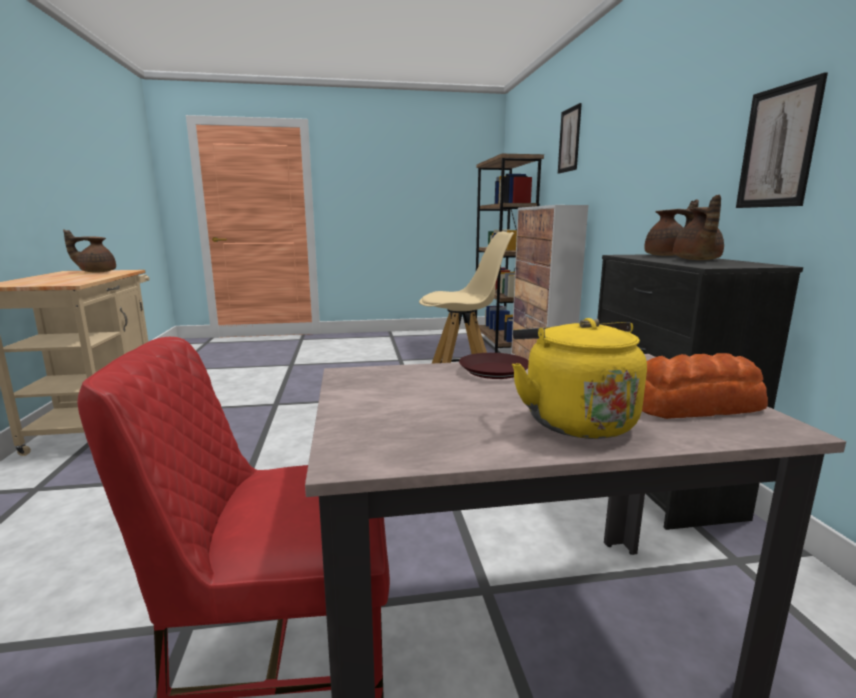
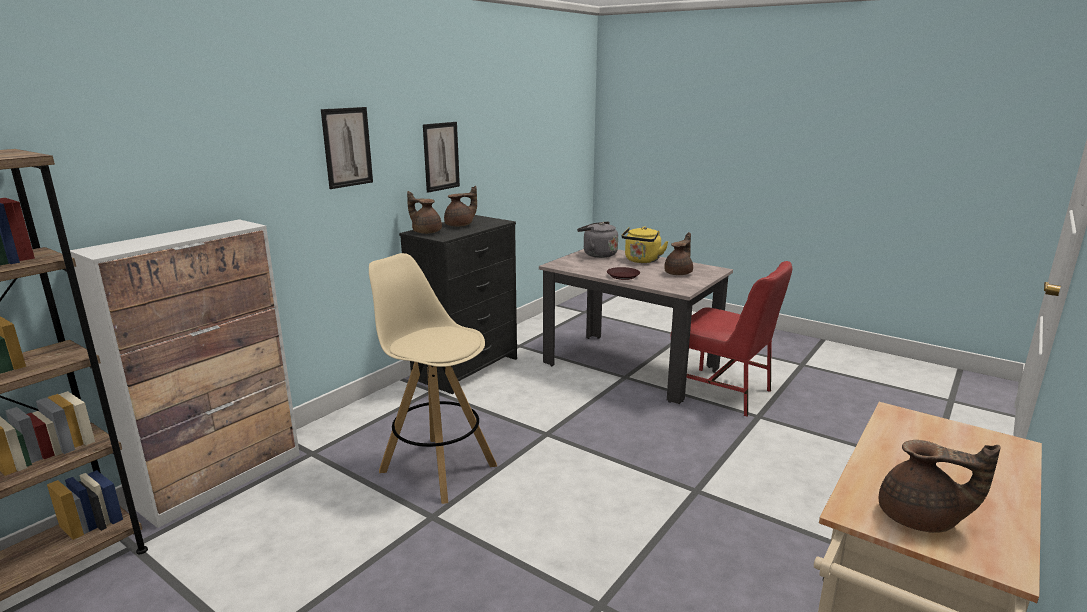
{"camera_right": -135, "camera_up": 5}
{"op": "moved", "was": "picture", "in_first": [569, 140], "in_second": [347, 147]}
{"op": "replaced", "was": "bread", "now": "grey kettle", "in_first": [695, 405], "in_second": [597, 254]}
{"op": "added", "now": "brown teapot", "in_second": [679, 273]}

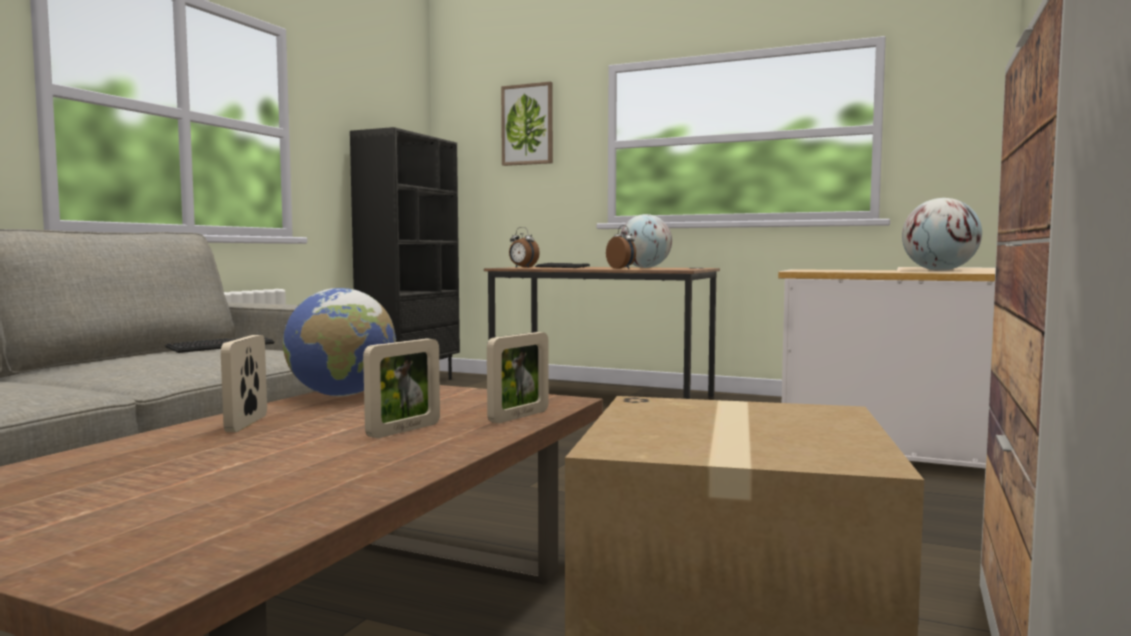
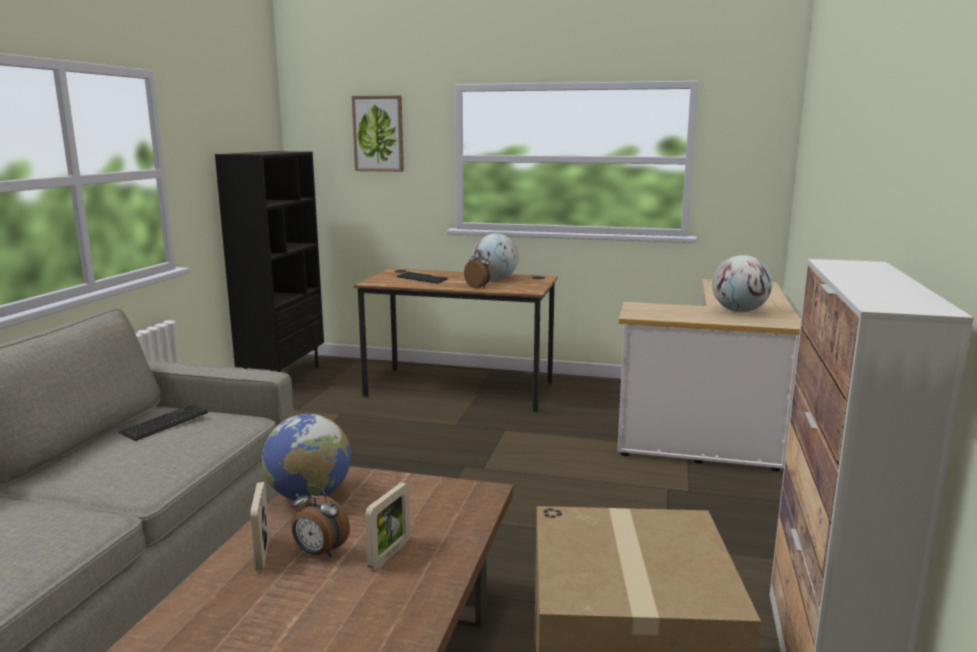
{"camera_right": -10, "camera_up": 10}
{"op": "moved", "was": "alarm clock", "in_first": [522, 267], "in_second": [319, 552]}
{"op": "removed", "was": "picture frame", "in_first": [519, 416]}

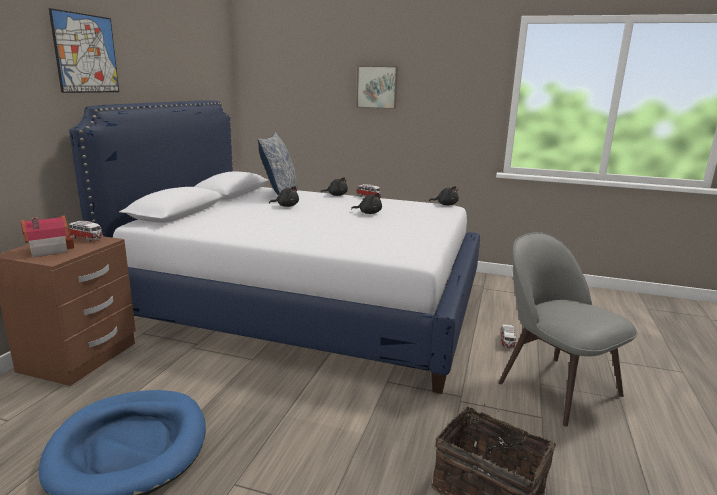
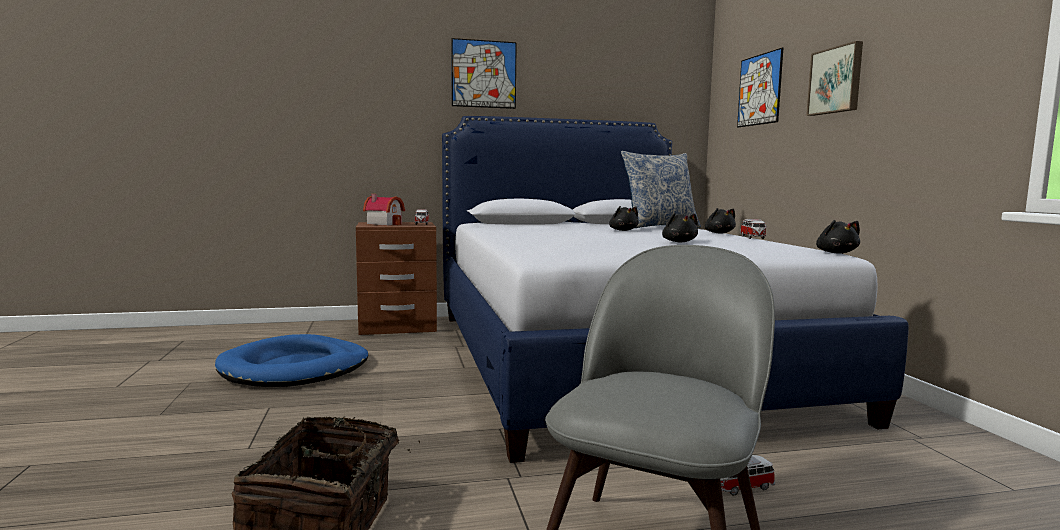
{"camera_right": 60, "camera_up": -10}
{"op": "added", "now": "picture", "in_second": [759, 90]}

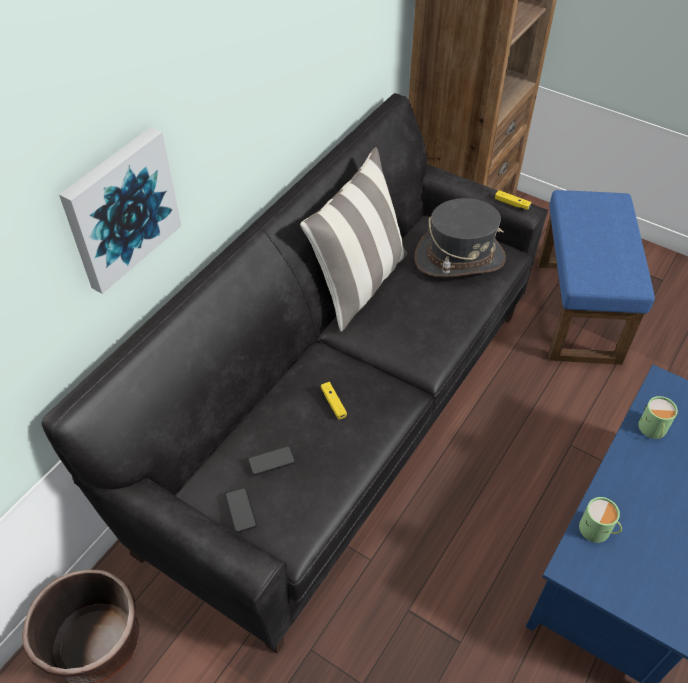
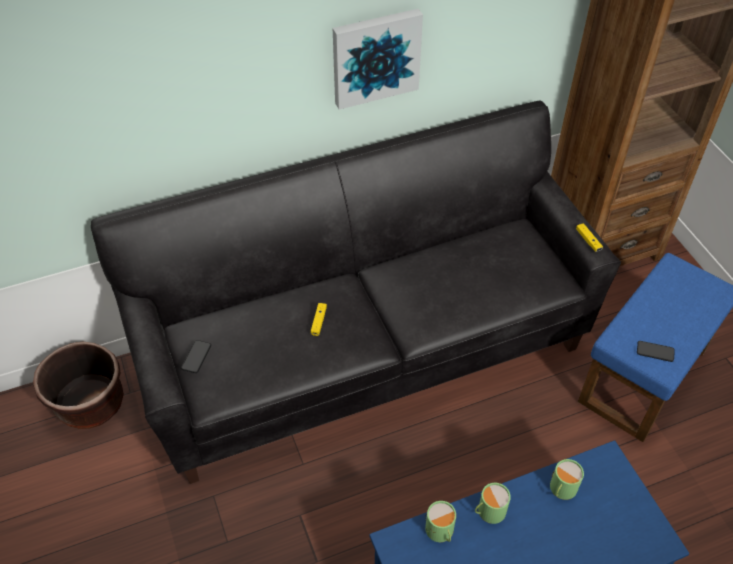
{"camera_right": 35, "camera_up": 0}
{"op": "moved", "was": "picture", "in_first": [120, 208], "in_second": [375, 57]}
{"op": "added", "now": "green mug", "in_second": [488, 511]}
{"op": "moved", "was": "phone", "in_first": [271, 461], "in_second": [655, 351]}
{"op": "removed", "was": "pillow", "in_first": [358, 283]}
{"op": "removed", "was": "grey hat", "in_first": [459, 258]}

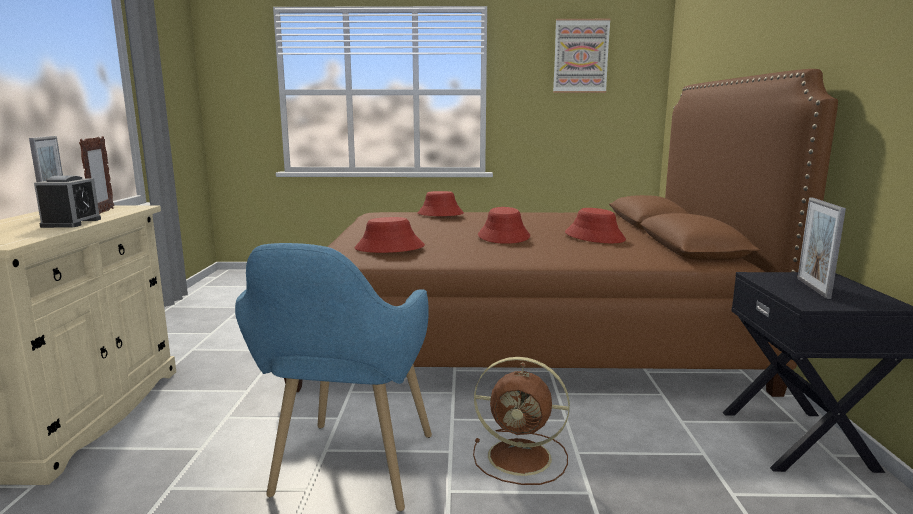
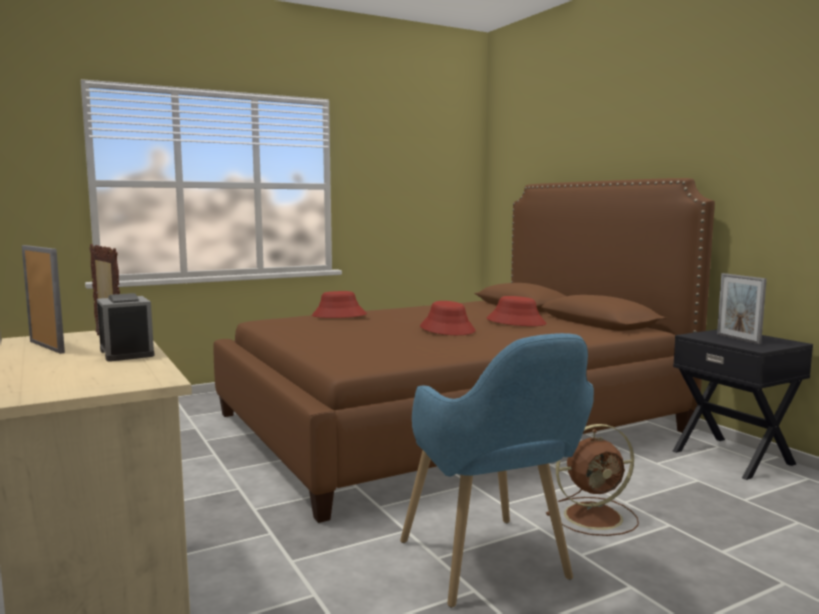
{"camera_right": -30, "camera_up": -5}
{"op": "removed", "was": "red hat", "in_first": [389, 248]}
{"op": "removed", "was": "picture", "in_first": [580, 56]}

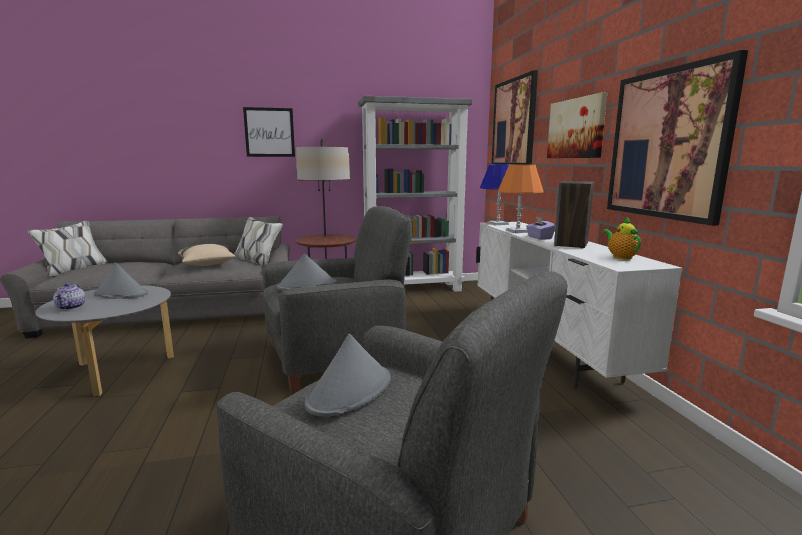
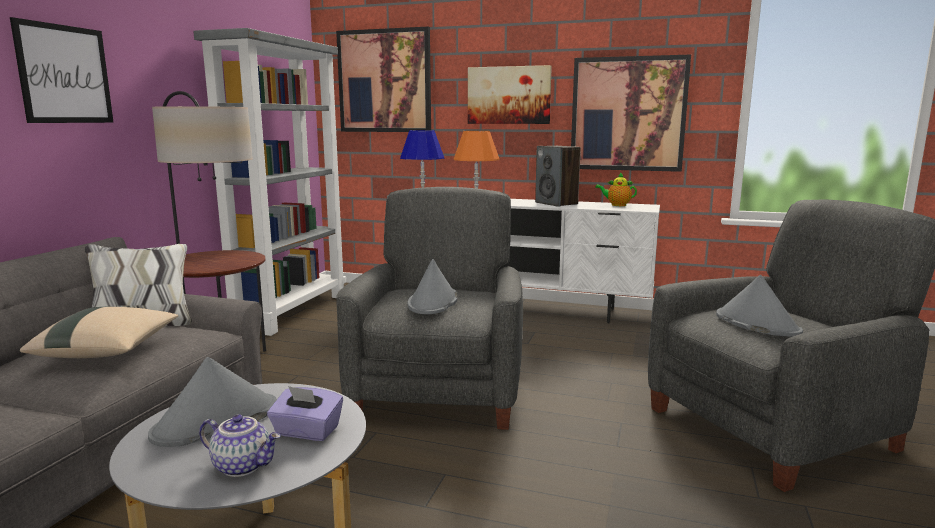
{"camera_right": -60, "camera_up": 0}
{"op": "moved", "was": "purple tissue box", "in_first": [539, 237], "in_second": [307, 431]}

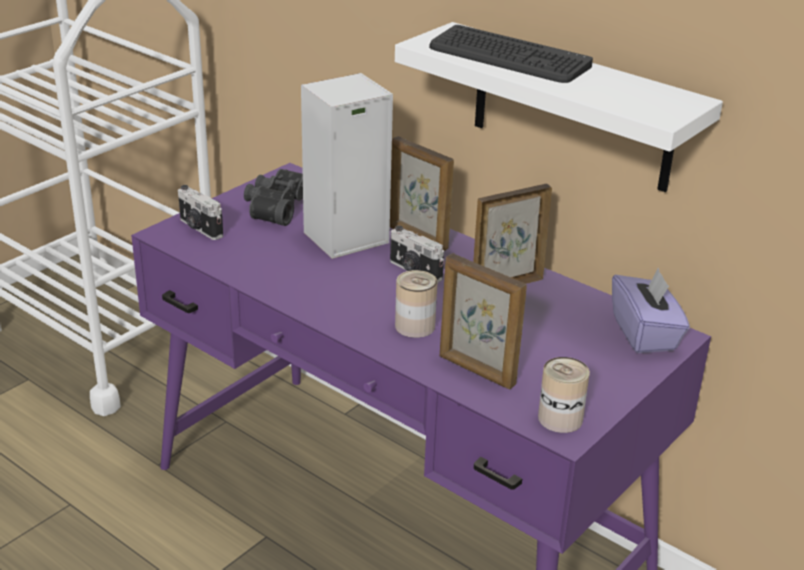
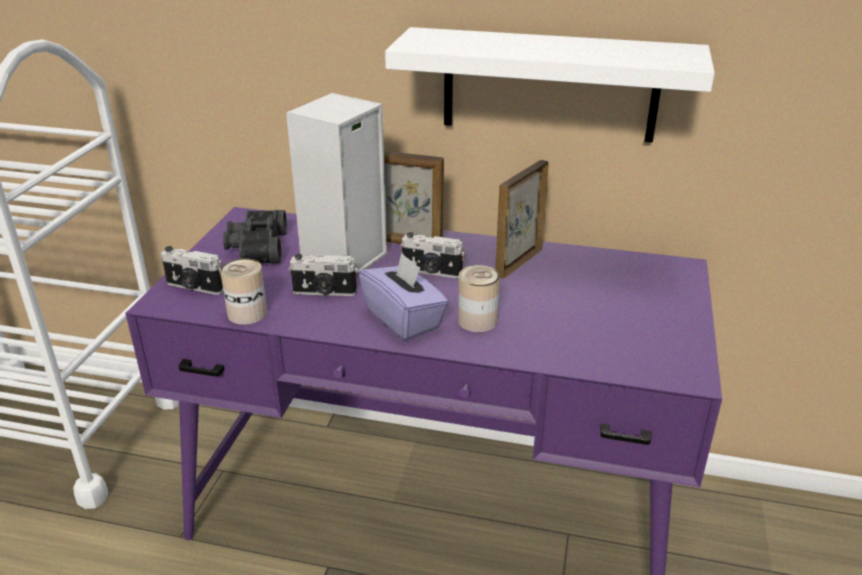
{"camera_right": -25, "camera_up": 0}
{"op": "moved", "was": "can", "in_first": [560, 418], "in_second": [247, 313]}
{"op": "added", "now": "photo camera", "in_second": [324, 292]}
{"op": "moved", "was": "purple tissue box", "in_first": [645, 333], "in_second": [404, 319]}
{"op": "removed", "was": "keyboard", "in_first": [508, 57]}
{"op": "removed", "was": "picture frame", "in_first": [476, 371]}

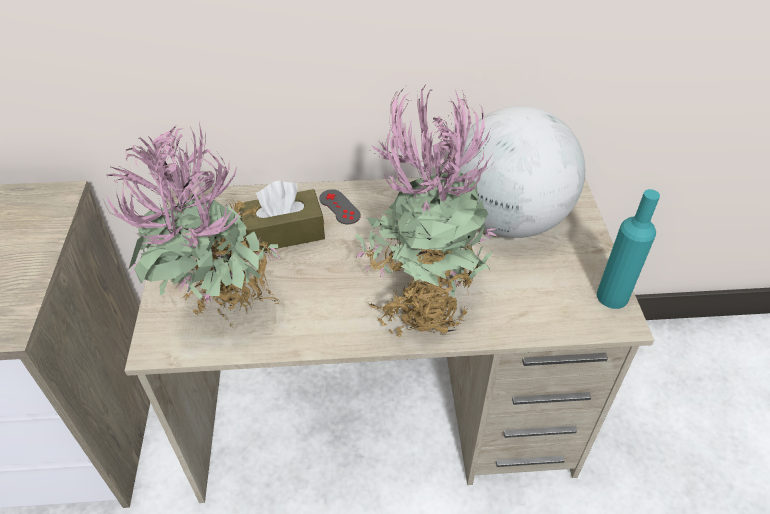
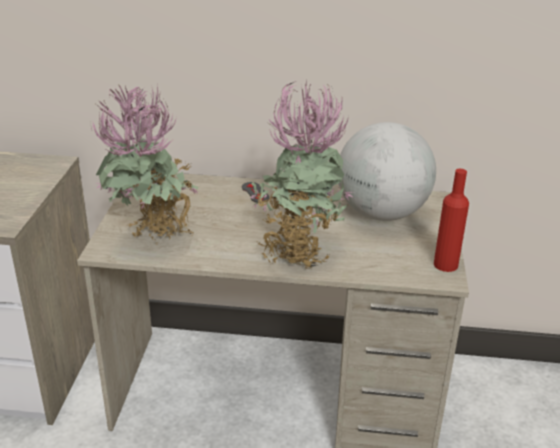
{"camera_right": 10, "camera_up": -15}
{"op": "recoloured", "was": "turquoise bottle", "now": "red bottle", "in_first": [612, 296], "in_second": [445, 264]}
{"op": "removed", "was": "brown tissue box", "in_first": [283, 233]}

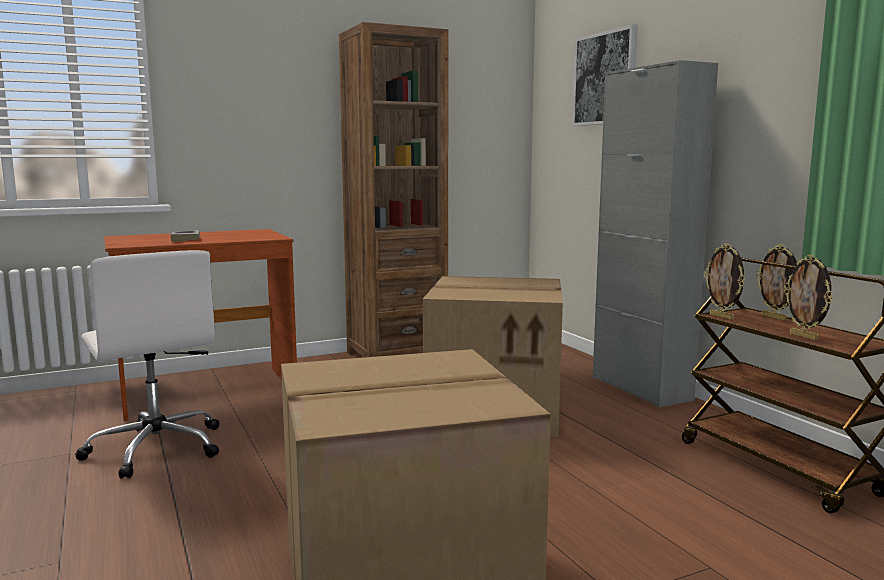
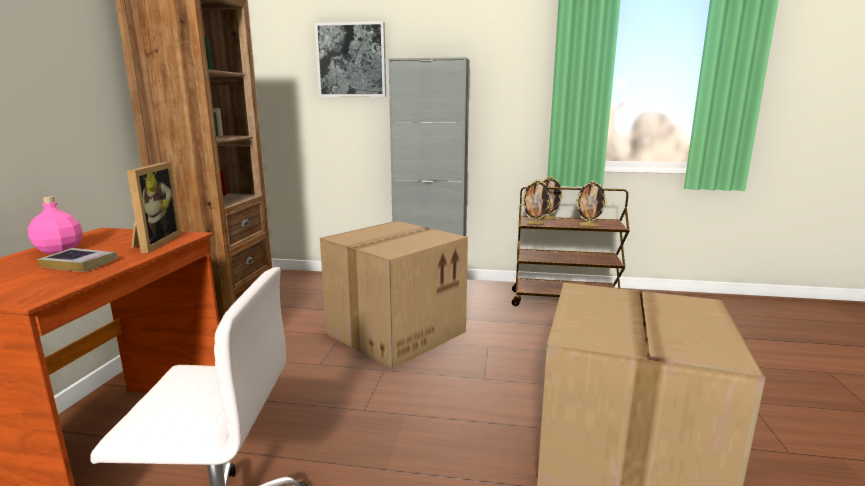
{"camera_right": -55, "camera_up": 5}
{"op": "added", "now": "pink bottle", "in_second": [59, 250]}
{"op": "added", "now": "picture frame", "in_second": [153, 243]}

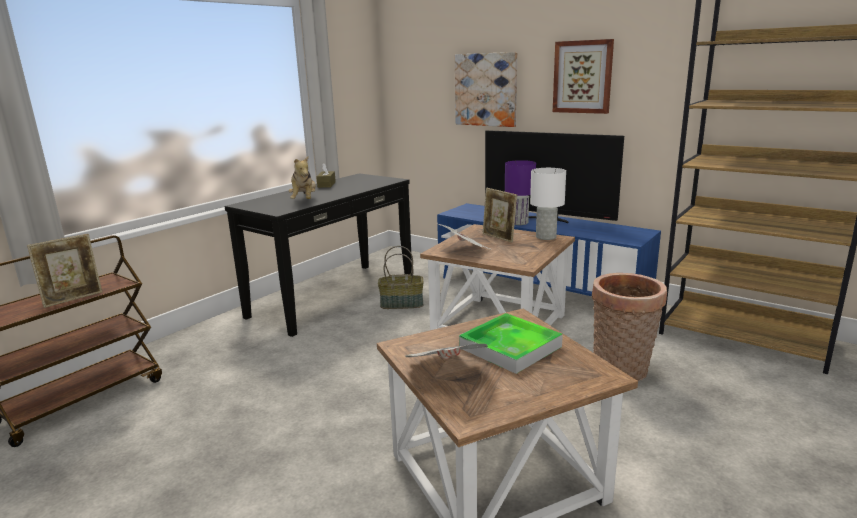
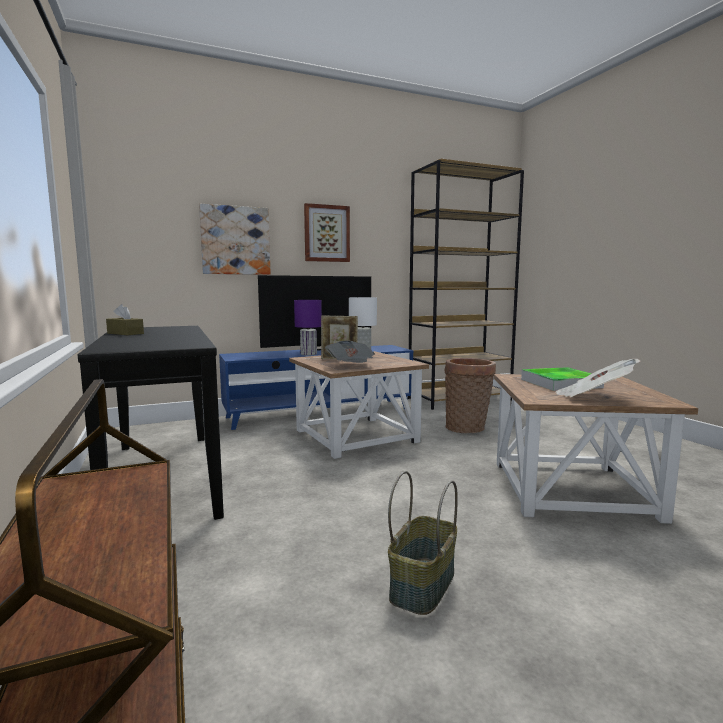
{"camera_right": -60, "camera_up": -10}
{"op": "moved", "was": "basket", "in_first": [402, 303], "in_second": [421, 584]}
{"op": "removed", "was": "picture frame", "in_first": [73, 299]}
{"op": "removed", "was": "plush toy", "in_first": [304, 200]}

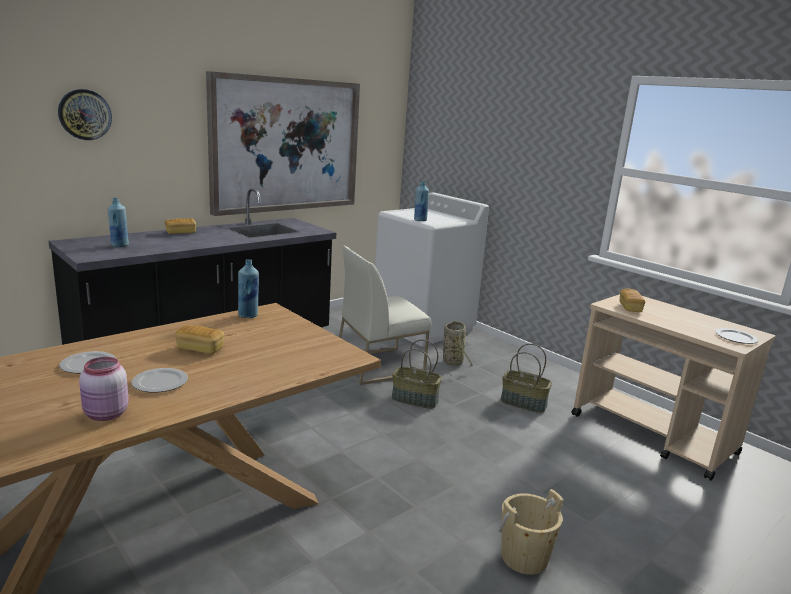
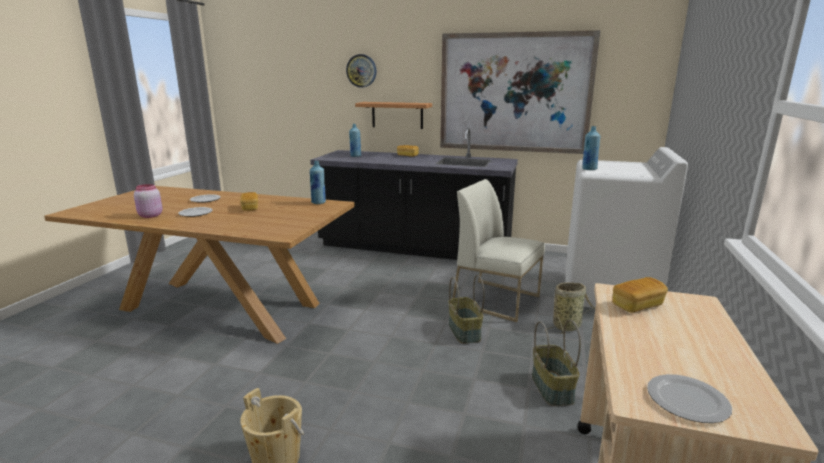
{"camera_right": 60, "camera_up": 0}
{"op": "added", "now": "shelf", "in_second": [397, 115]}

